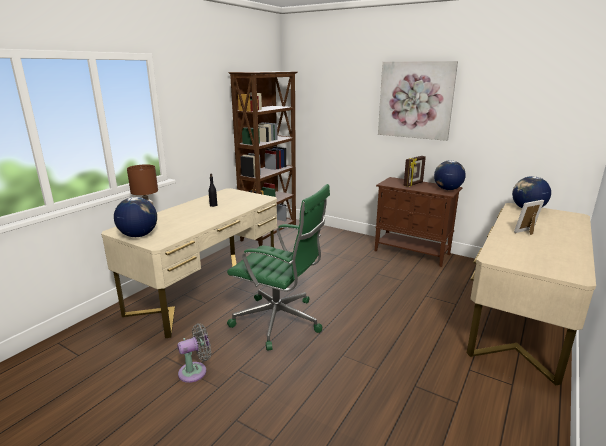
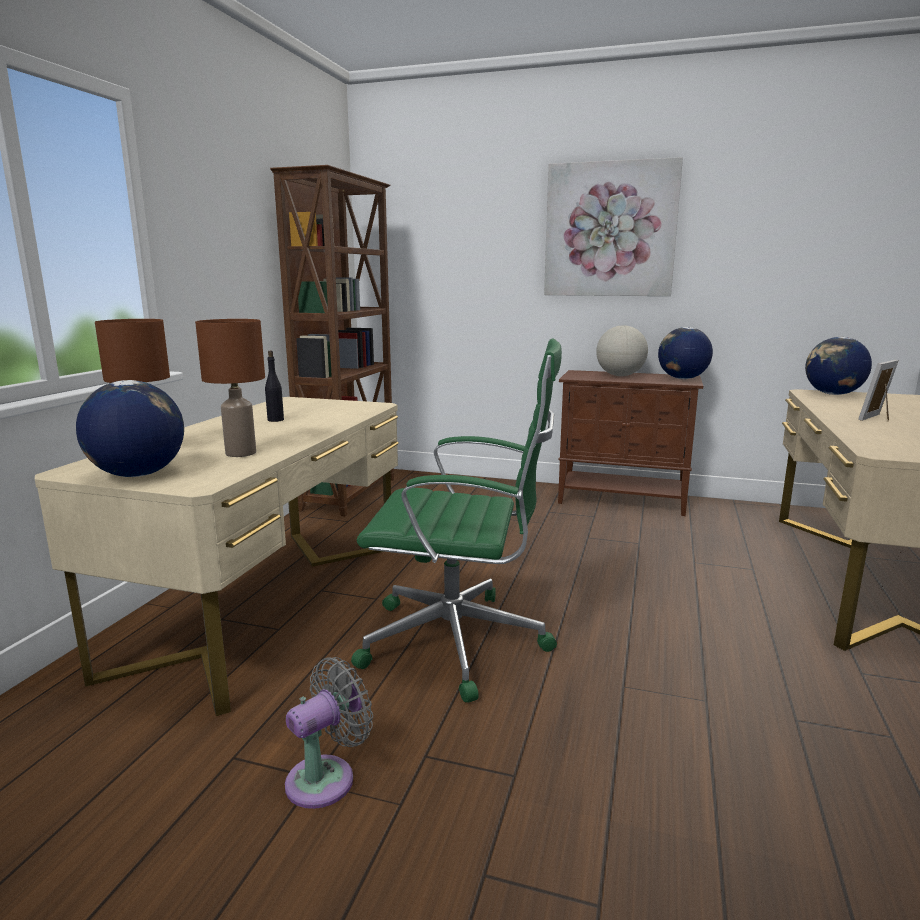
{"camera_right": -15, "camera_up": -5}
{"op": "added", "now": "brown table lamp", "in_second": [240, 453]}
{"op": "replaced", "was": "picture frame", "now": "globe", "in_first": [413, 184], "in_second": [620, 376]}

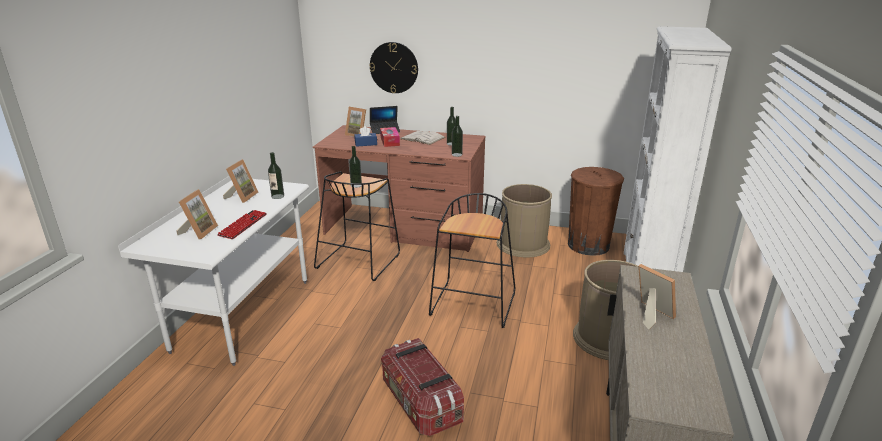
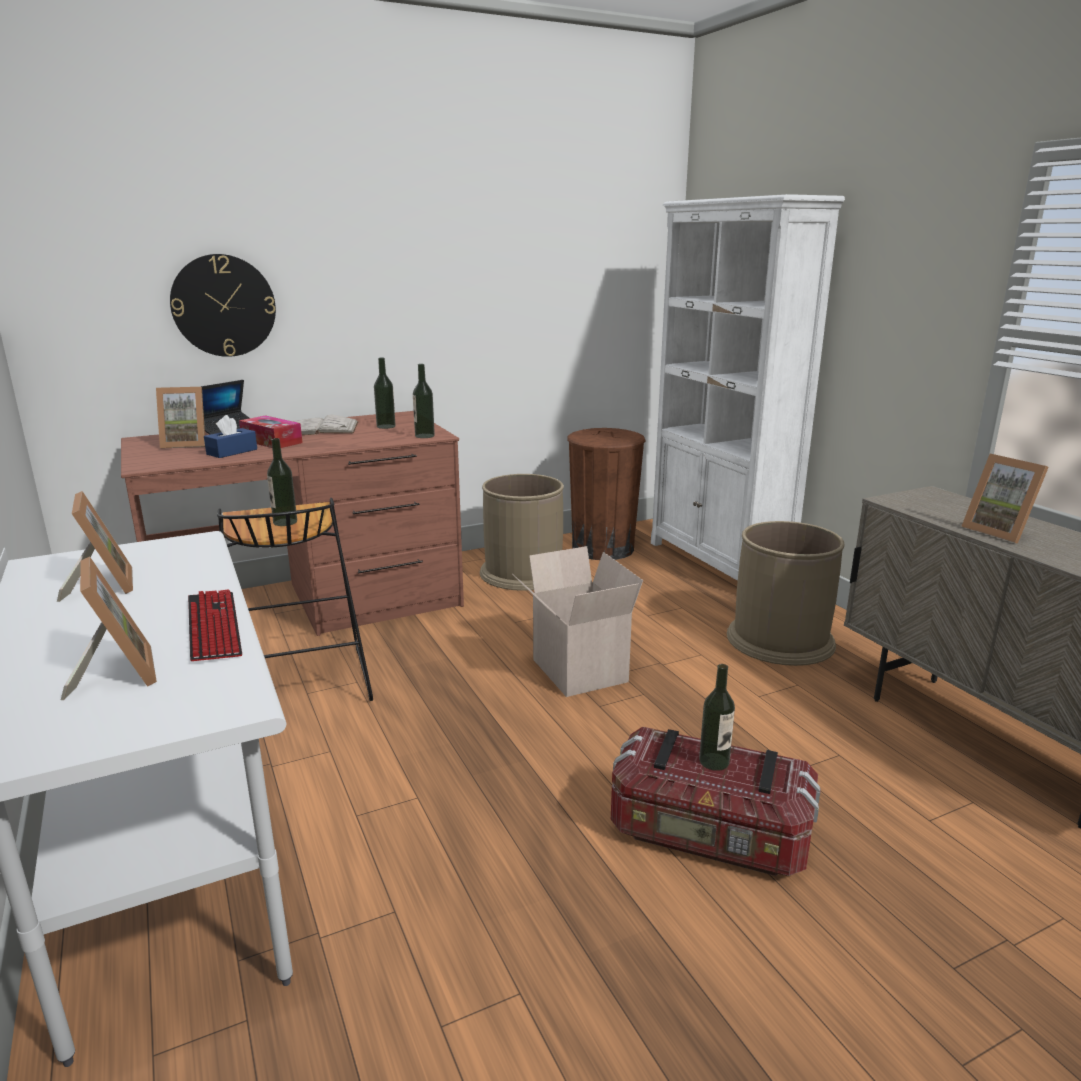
{"camera_right": -40, "camera_up": -5}
{"op": "replaced", "was": "black stool", "now": "cardboard box", "in_first": [474, 305], "in_second": [576, 670]}
{"op": "moved", "was": "bottle", "in_first": [277, 196], "in_second": [714, 761]}
{"op": "turned", "was": "picture frame", "in_first": [650, 315], "in_second": [999, 531], "clockwise": -135}

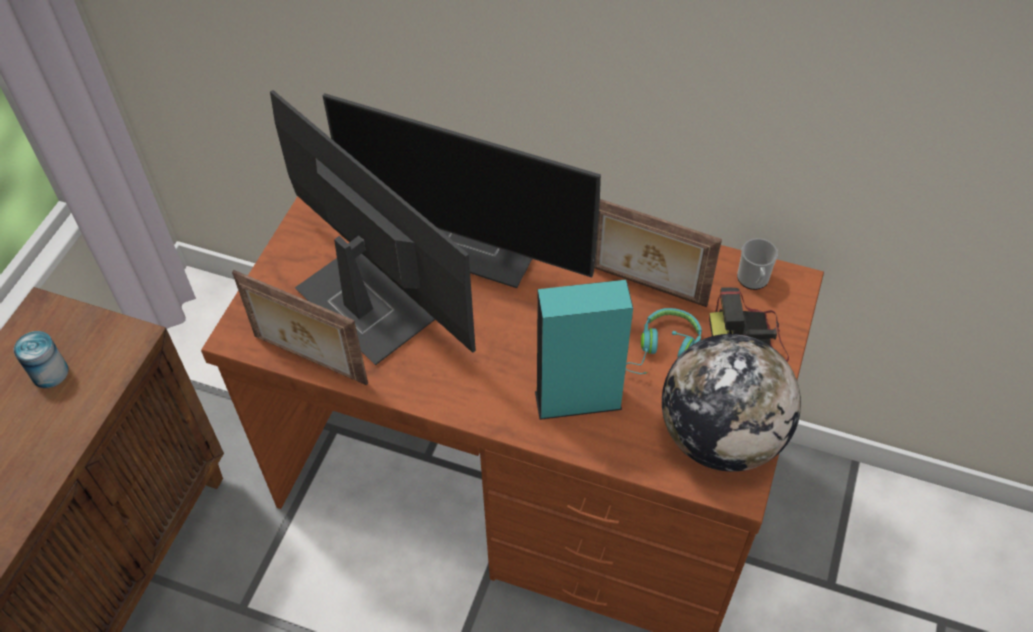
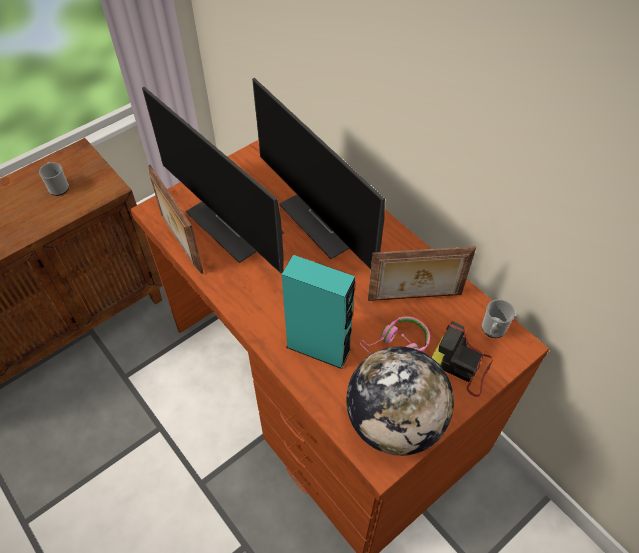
{"camera_right": 30, "camera_up": 0}
{"op": "replaced", "was": "can", "now": "mug", "in_first": [50, 373], "in_second": [58, 186]}
{"op": "turned", "was": "monitor", "in_first": [364, 303], "in_second": [236, 225], "clockwise": 150}
{"op": "recoloured", "was": "turquoise headphones", "now": "pink headphones", "in_first": [664, 349], "in_second": [397, 344]}
{"op": "turned", "was": "picture frame", "in_first": [645, 287], "in_second": [414, 298], "clockwise": -60}

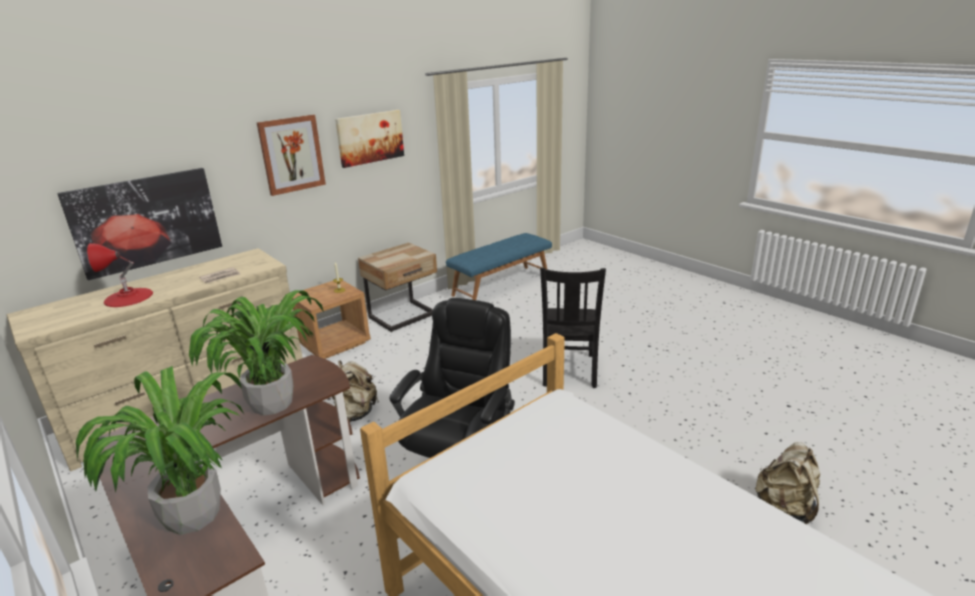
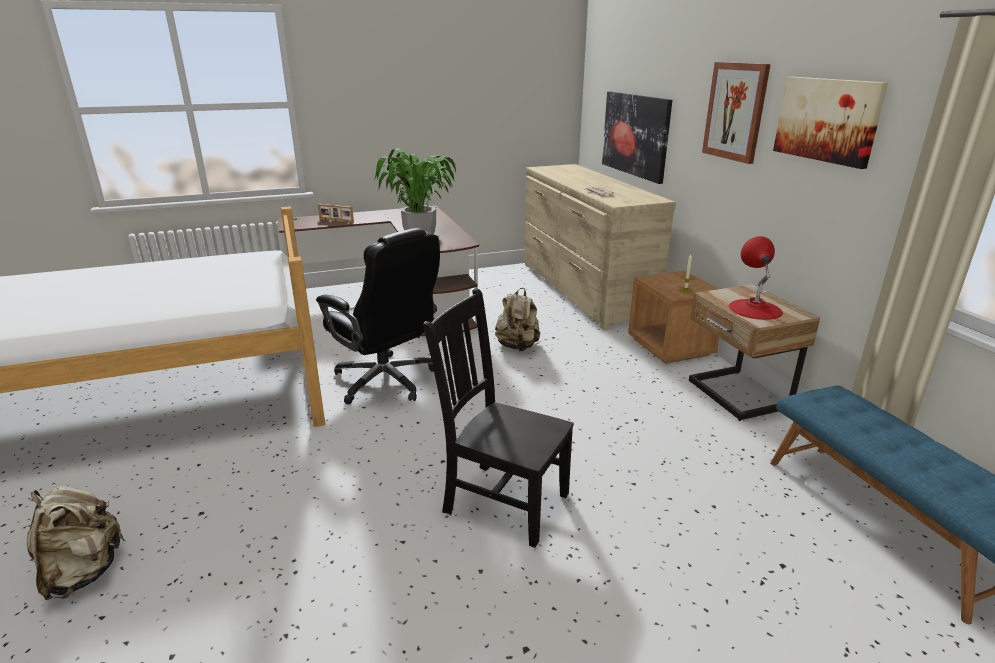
{"camera_right": 110, "camera_up": 0}
{"op": "replaced", "was": "potted plant", "now": "picture frame", "in_first": [191, 514], "in_second": [336, 221]}
{"op": "moved", "was": "red table lamp", "in_first": [128, 297], "in_second": [754, 309]}

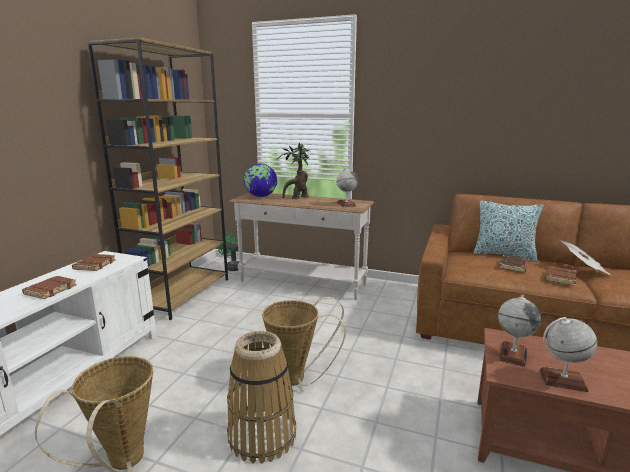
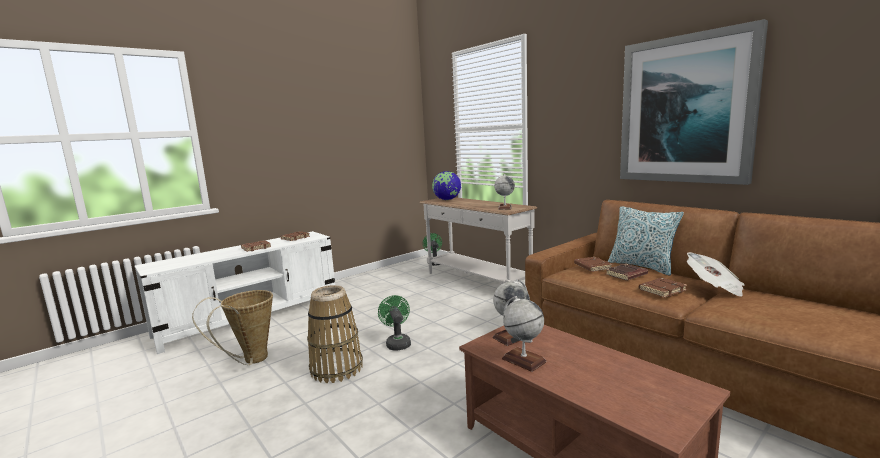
{"camera_right": 30, "camera_up": -5}
{"op": "replaced", "was": "basket", "now": "green fan", "in_first": [298, 379], "in_second": [397, 343]}
{"op": "added", "now": "brown book", "in_second": [591, 267]}
{"op": "added", "now": "picture", "in_second": [686, 110]}
{"op": "removed", "was": "brown bookcase", "in_first": [181, 293]}
{"op": "removed", "was": "potted plant", "in_first": [297, 198]}

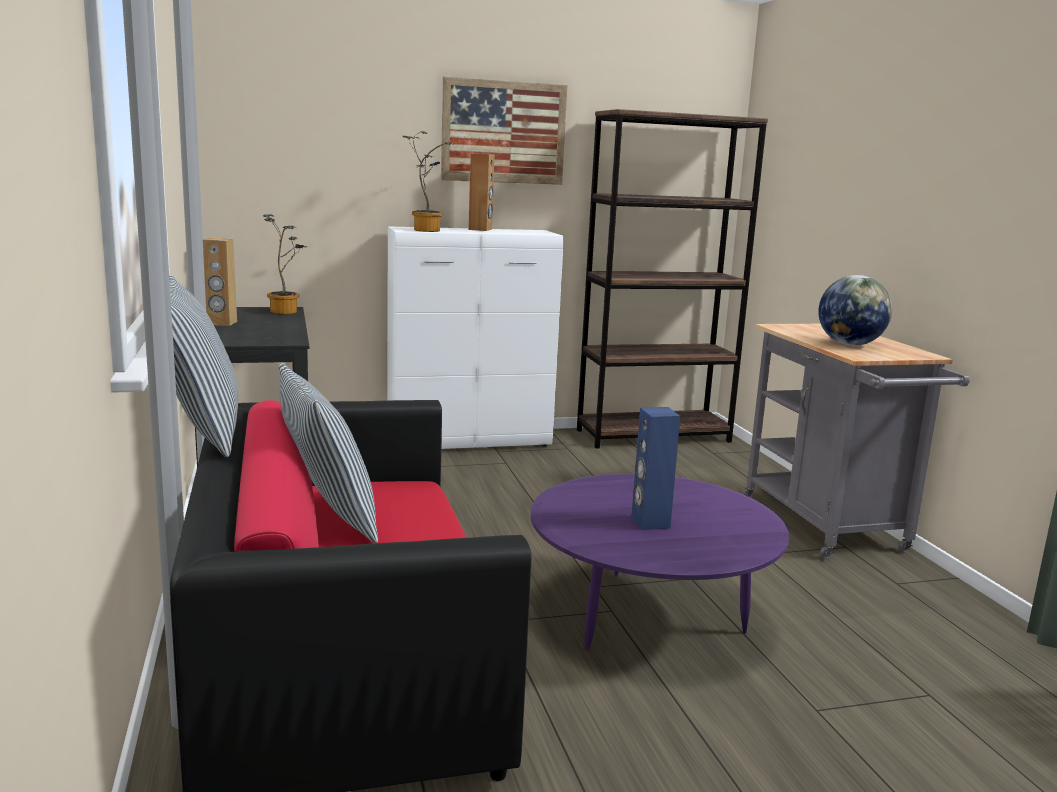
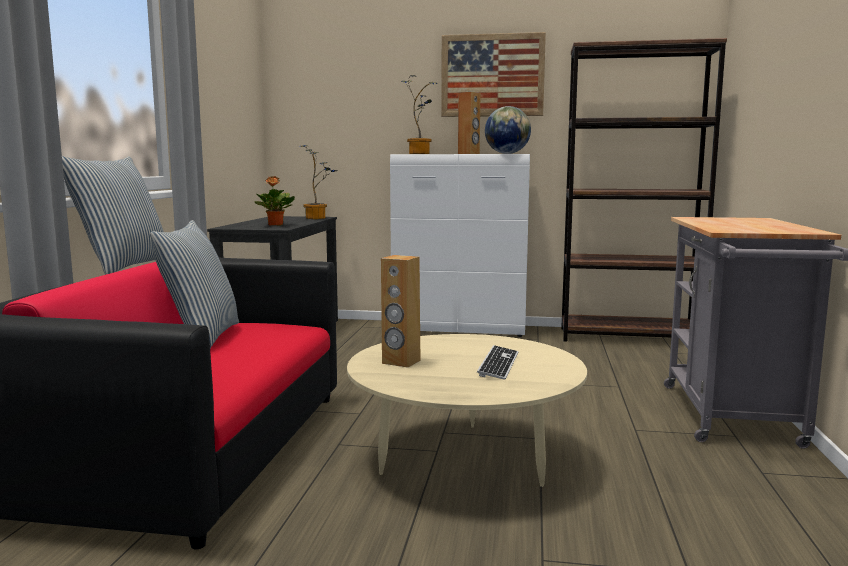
{"camera_right": 25, "camera_up": -5}
{"op": "added", "now": "potted plant", "in_second": [275, 225]}
{"op": "recoloured", "was": "purple coffee table", "now": "beige coffee table", "in_first": [648, 617], "in_second": [464, 460]}
{"op": "moved", "was": "brown speaker", "in_first": [221, 323], "in_second": [401, 362]}
{"op": "added", "now": "keyboard", "in_second": [498, 364]}
{"op": "moved", "was": "globe", "in_first": [850, 344], "in_second": [507, 153]}
{"op": "removed", "was": "blue speaker", "in_first": [649, 522]}

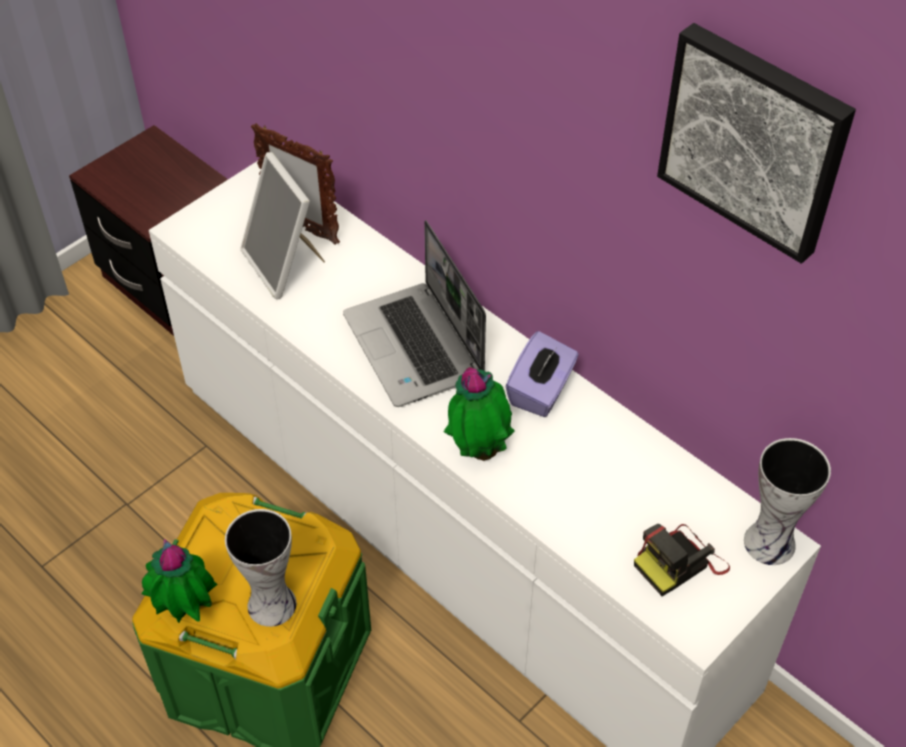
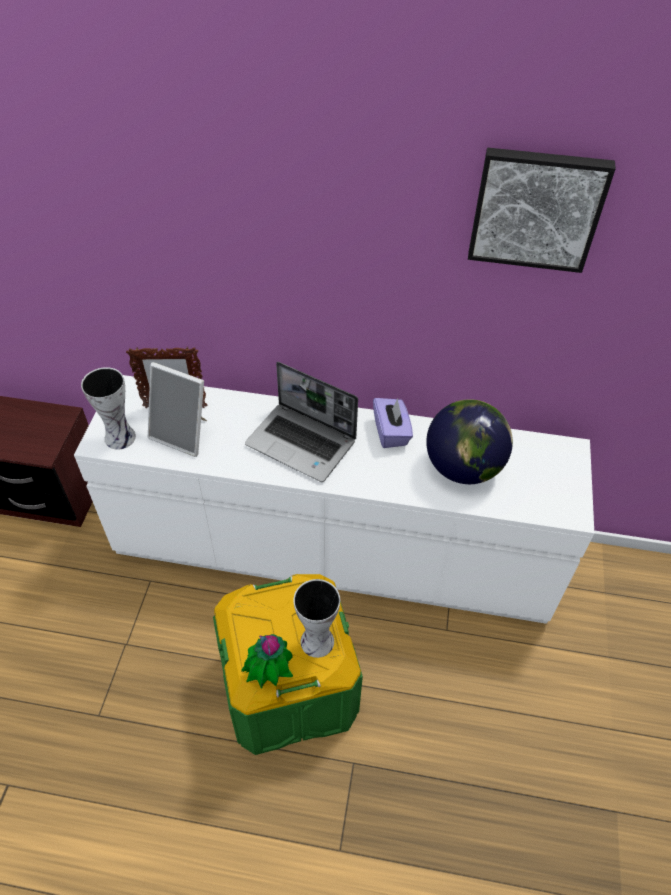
{"camera_right": -35, "camera_up": 0}
{"op": "moved", "was": "vase", "in_first": [771, 541], "in_second": [121, 436]}
{"op": "added", "now": "globe", "in_second": [463, 467]}
{"op": "removed", "was": "potted plant", "in_first": [479, 450]}
{"op": "removed", "was": "photo camera", "in_first": [680, 562]}

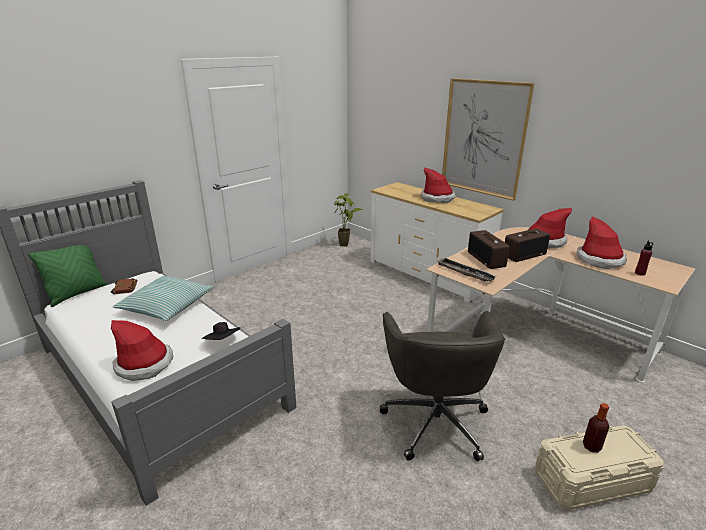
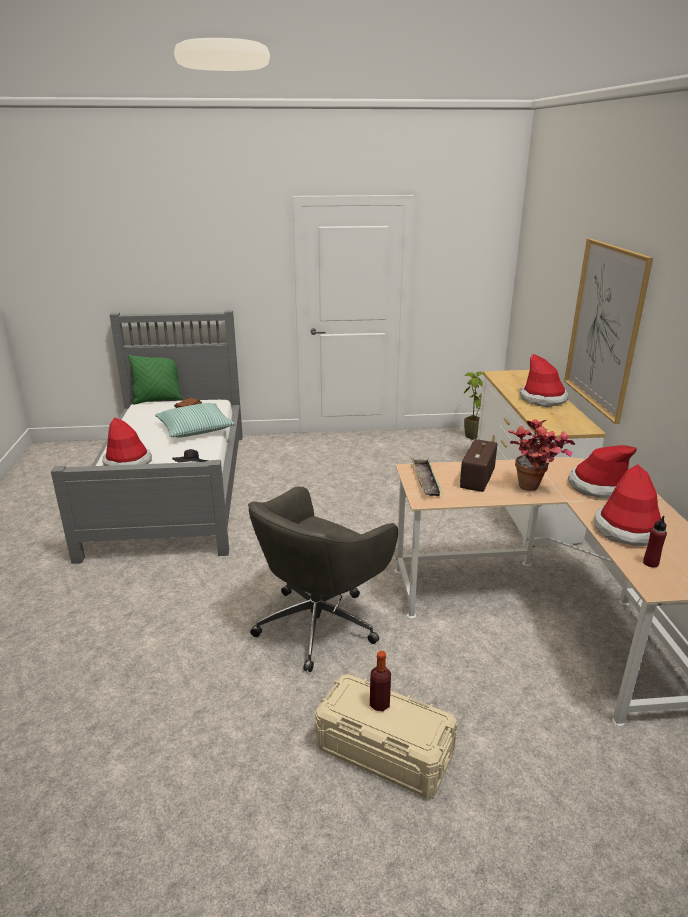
{"camera_right": 40, "camera_up": 0}
{"op": "replaced", "was": "radio", "now": "potted plant", "in_first": [524, 255], "in_second": [534, 490]}

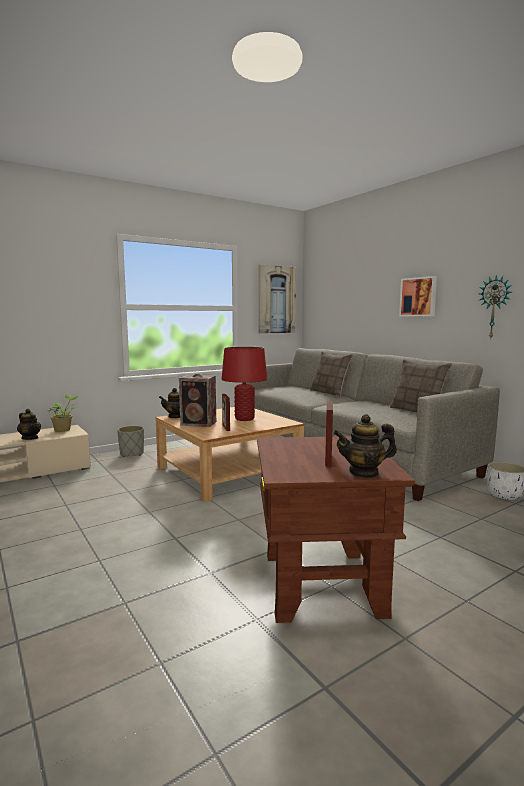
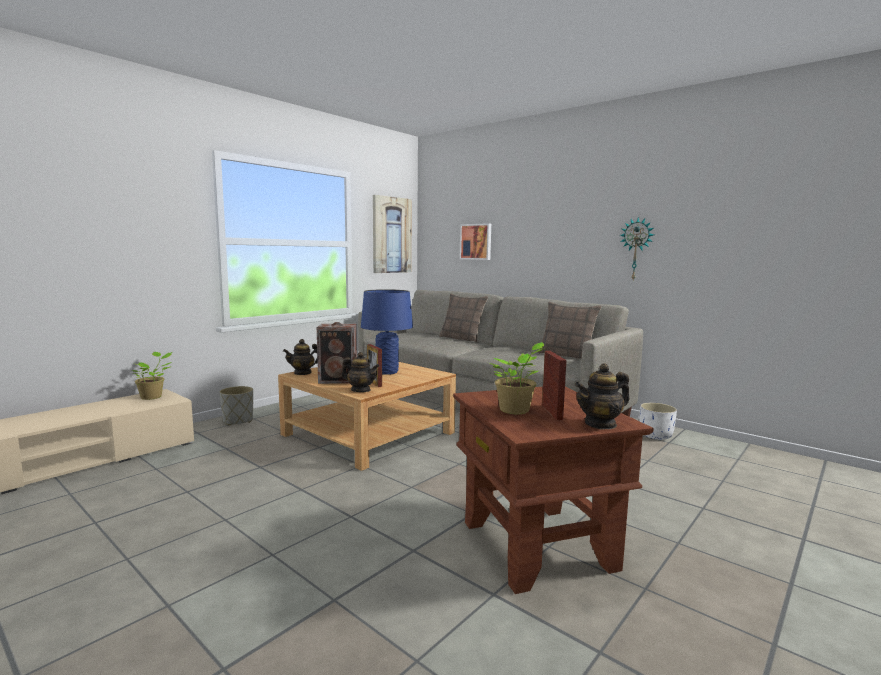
{"camera_right": -15, "camera_up": 0}
{"op": "moved", "was": "teapot", "in_first": [30, 438], "in_second": [360, 390]}
{"op": "recoloured", "was": "red table lamp", "now": "blue table lamp", "in_first": [244, 419], "in_second": [387, 372]}
{"op": "moved", "was": "picture", "in_first": [418, 297], "in_second": [476, 242]}
{"op": "added", "now": "potted plant", "in_second": [516, 410]}

